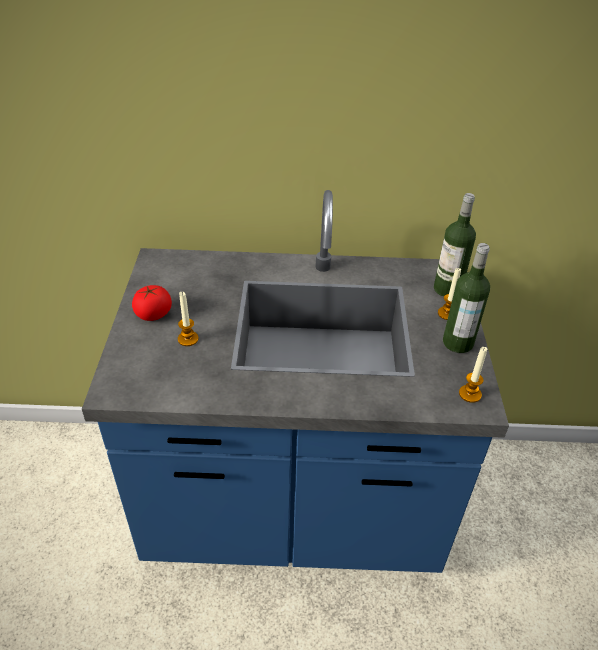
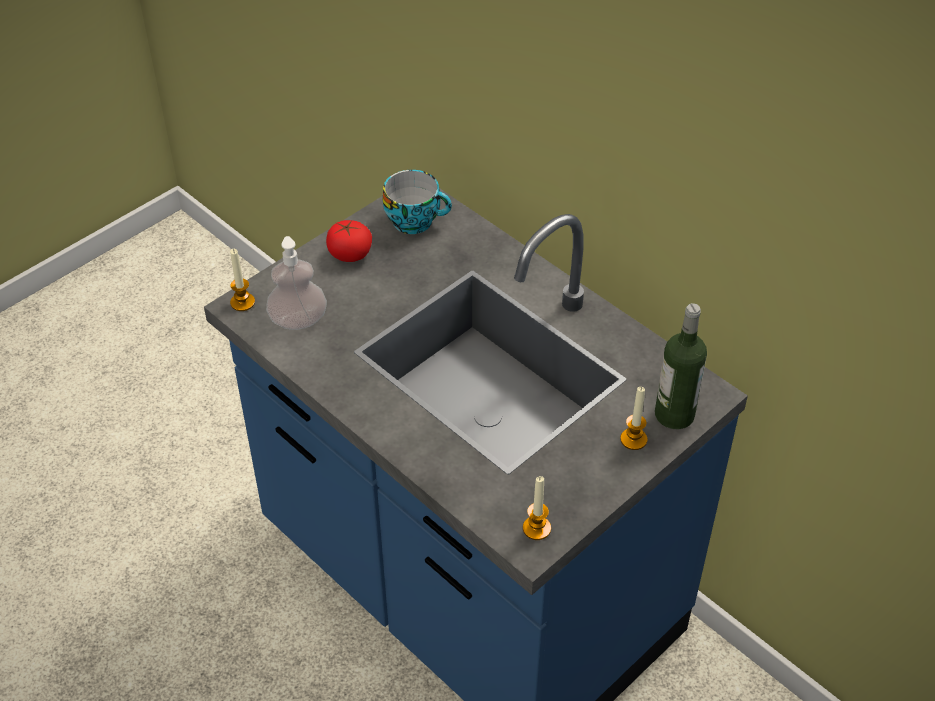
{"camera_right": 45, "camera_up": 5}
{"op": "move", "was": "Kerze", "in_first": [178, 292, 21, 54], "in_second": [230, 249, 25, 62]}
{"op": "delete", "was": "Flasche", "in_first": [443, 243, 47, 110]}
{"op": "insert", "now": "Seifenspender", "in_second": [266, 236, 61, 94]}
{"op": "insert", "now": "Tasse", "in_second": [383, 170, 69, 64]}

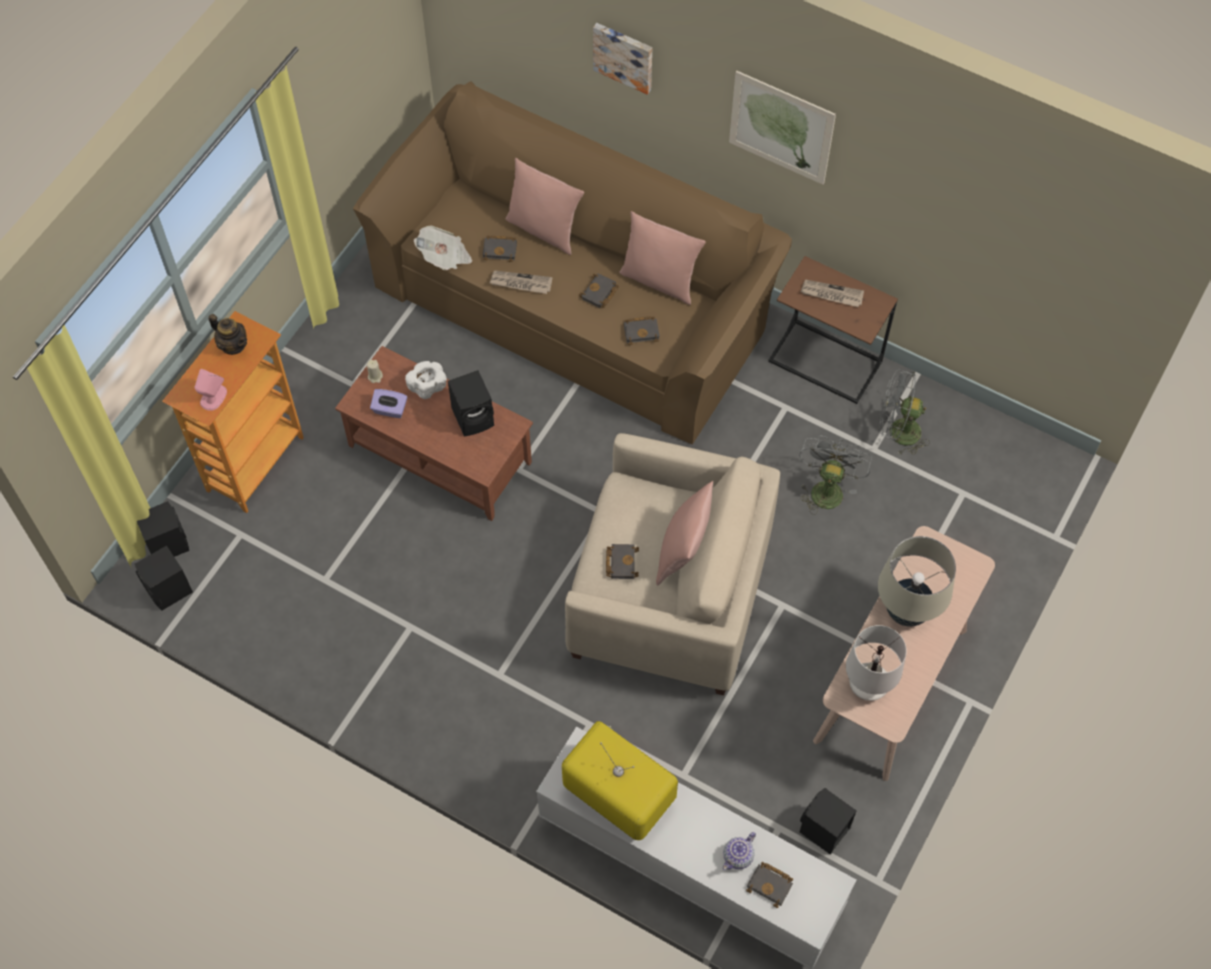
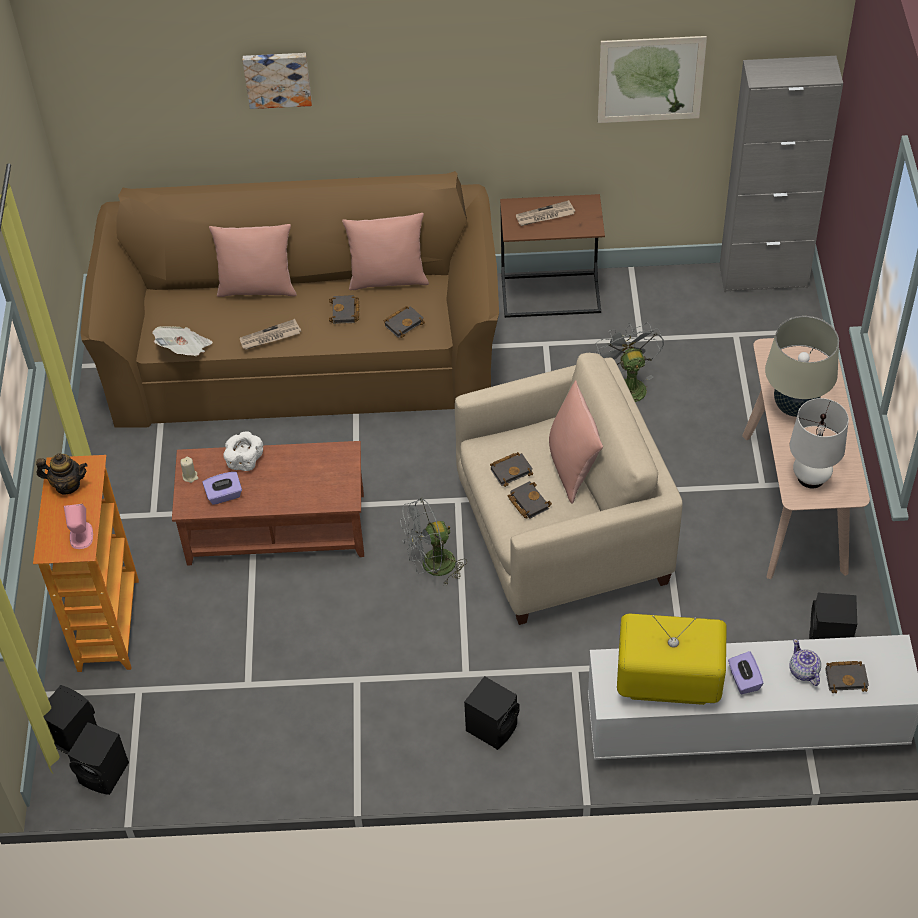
{"camera_right": -30, "camera_up": -10}
{"op": "move", "was": "Lautsprecher (schwarz)", "in_first": [448, 370, 46, 66], "in_second": [464, 676, 56, 74]}
{"op": "move", "was": "Buch (schwarz)", "in_first": [482, 235, 35, 27], "in_second": [490, 452, 43, 35]}
{"op": "rotate", "was": "Teekanne", "in_first": [723, 832, 33, 38], "in_second": [790, 639, 31, 47], "clockwise": 150}
{"op": "move", "was": "Bild", "in_first": [729, 71, 107, 114], "in_second": [598, 36, 109, 87]}
{"op": "move", "was": "Ventilator (grau)", "in_first": [879, 369, 51, 86], "in_second": [400, 498, 67, 87]}
{"op": "insert", "now": "Schrank (grau)", "in_second": [720, 56, 123, 236]}
{"op": "insert", "now": "Taschentuchbox (lila)", "in_second": [728, 651, 36, 43]}

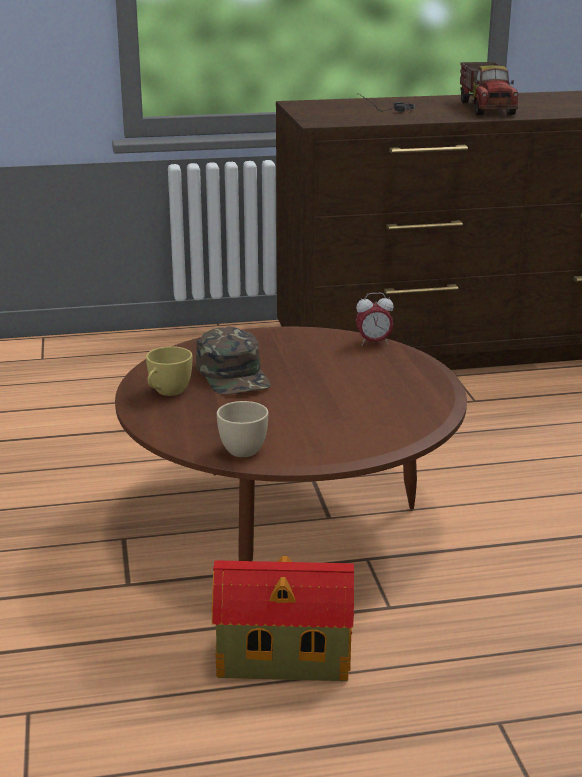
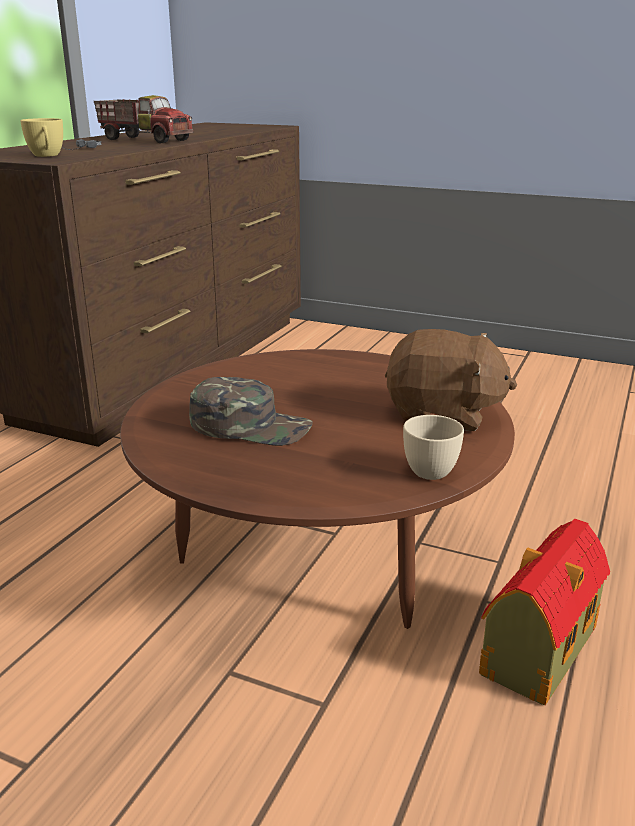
{"camera_right": -55, "camera_up": 0}
{"op": "move", "was": "Tasse (gelb)", "in_first": [146, 346, 46, 50], "in_second": [20, 118, 43, 39]}
{"op": "delete", "was": "Wecker", "in_first": [356, 293, 38, 53]}
{"op": "insert", "now": "Plüschtier (braun)", "in_second": [385, 329, 132, 102]}

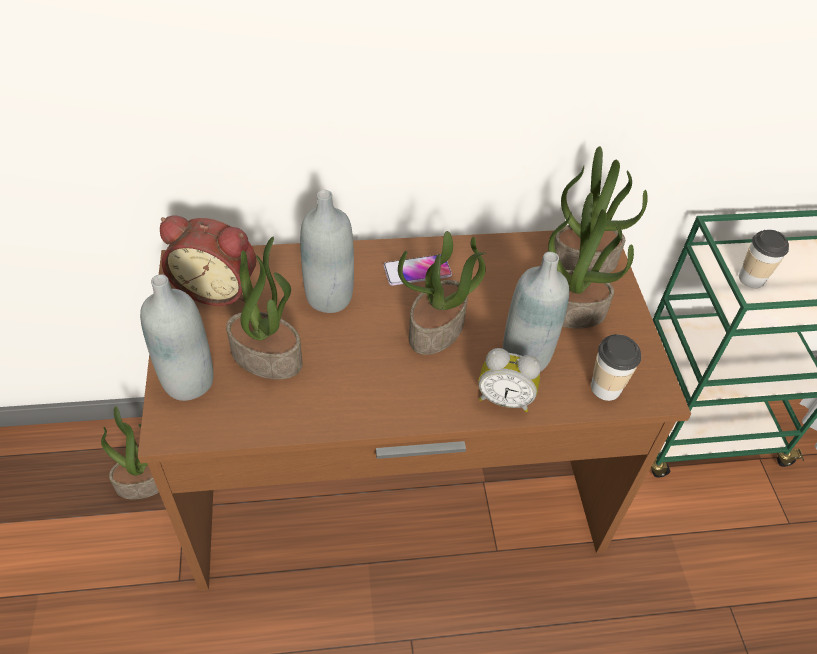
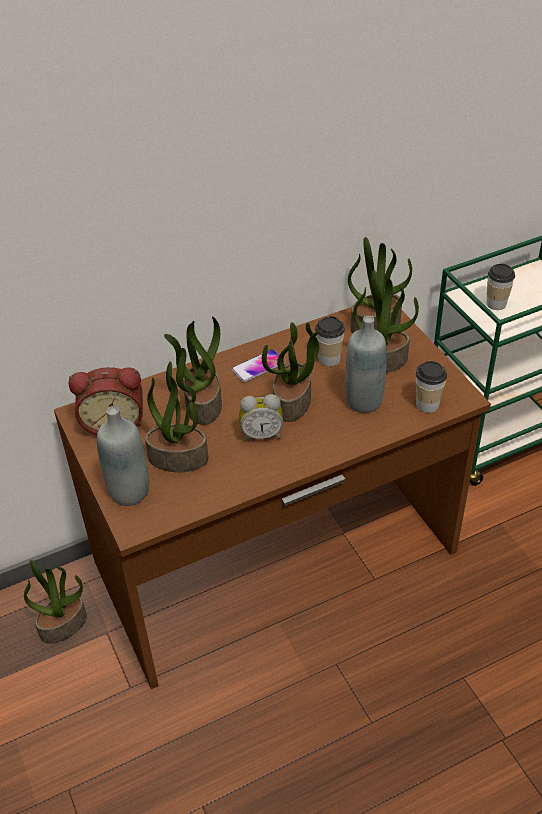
{"camera_right": -15, "camera_up": -5}
{"op": "replace", "was": "Flasche (grau)", "now": "Topfpflanze", "in_first": [300, 190, 54, 123], "in_second": [164, 316, 58, 109]}
{"op": "move", "was": "Wecker", "in_first": [478, 348, 63, 64], "in_second": [239, 394, 44, 47]}
{"op": "insert", "now": "Tasse", "in_second": [315, 316, 30, 50]}

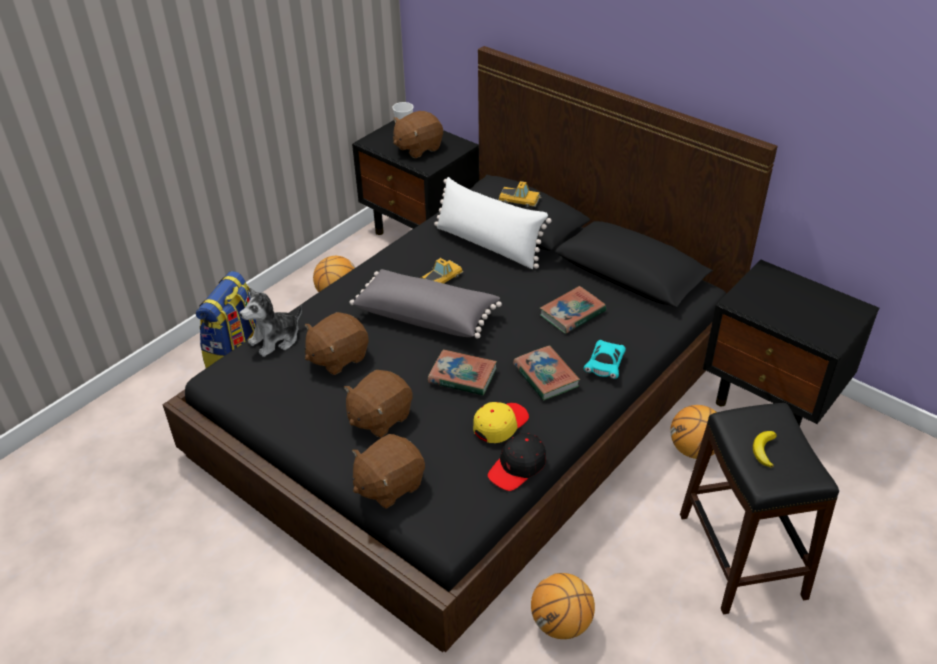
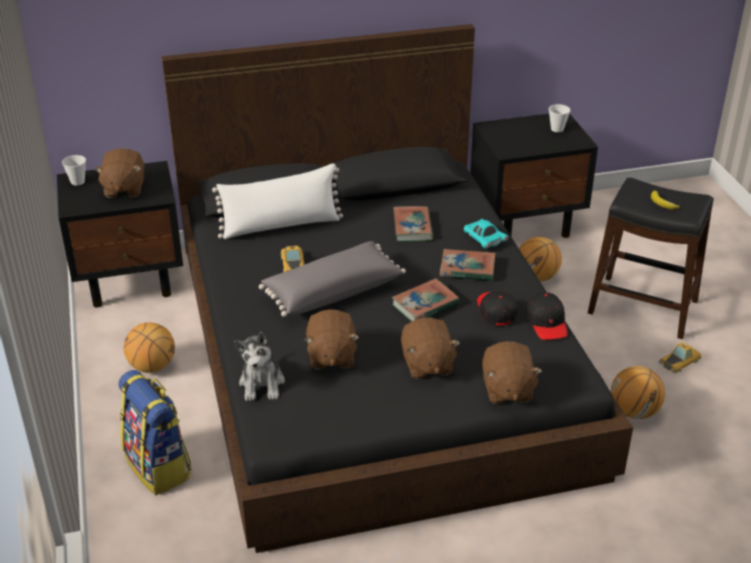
{"camera_right": -55, "camera_up": -5}
{"op": "recolor", "was": "Kappe (gelb)", "now": "Kappe (schwarz)", "in_first": [473, 402, 56, 41], "in_second": [477, 291, 41, 34]}
{"op": "move", "was": "Spielzeugauto", "in_first": [498, 181, 44, 26], "in_second": [659, 342, 43, 31]}
{"op": "insert", "now": "Tasse", "in_second": [549, 104, 21, 28]}

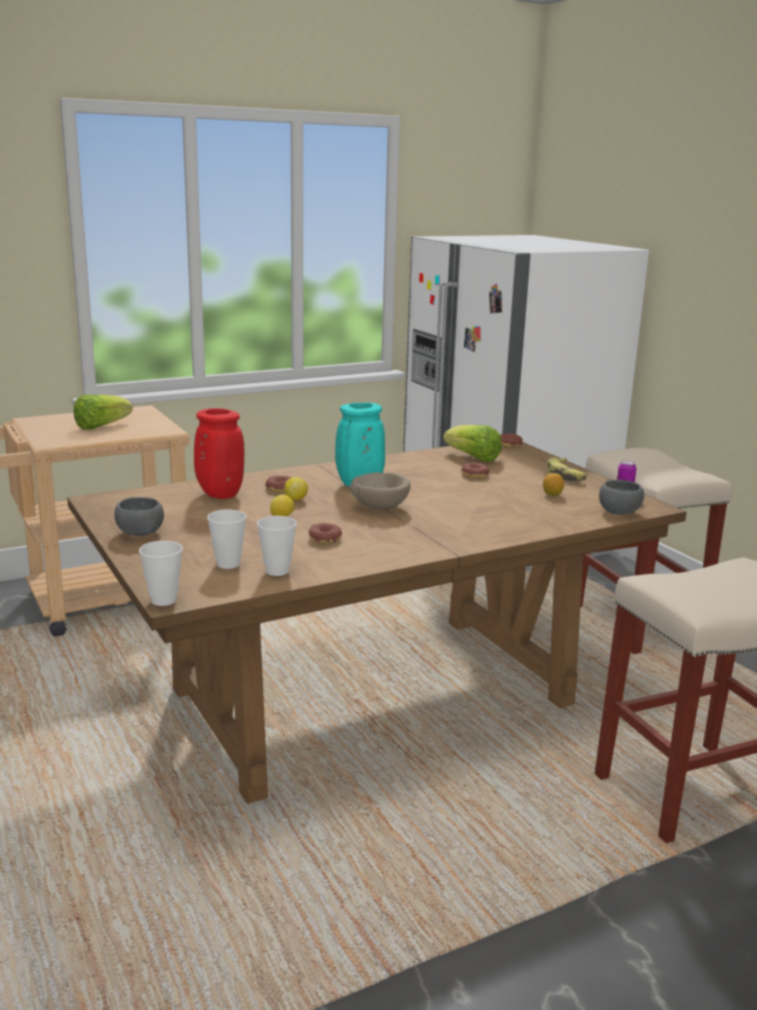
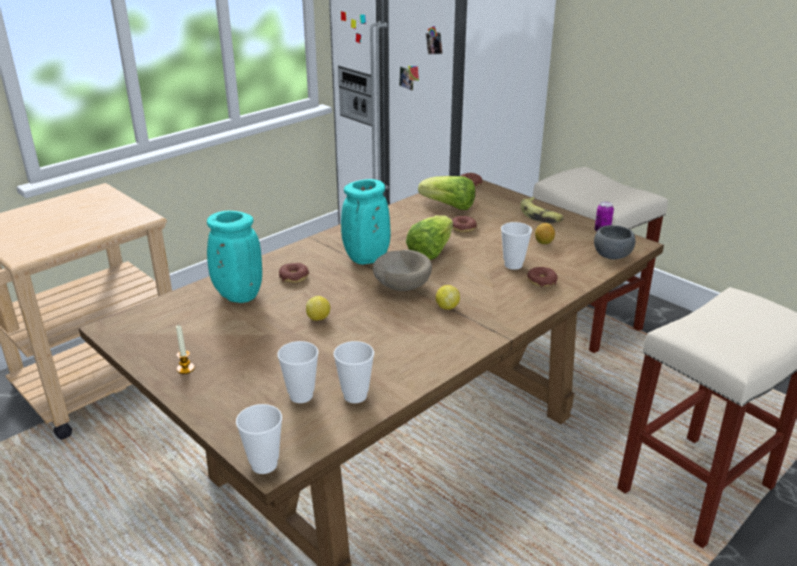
{"camera_right": -15, "camera_up": 10}
{"op": "move", "was": "Salatkopf", "in_first": [74, 394, 59, 36], "in_second": [406, 215, 47, 45]}
{"op": "replace", "was": "Schüssel (grau)", "now": "Kerze", "in_first": [114, 497, 50, 39], "in_second": [176, 325, 19, 49]}
{"op": "recolor", "was": "Vase (rot)", "now": "Vase (türkis)", "in_first": [194, 408, 50, 91], "in_second": [207, 211, 55, 92]}
{"op": "move", "was": "Zitrone", "in_first": [284, 477, 24, 24], "in_second": [436, 285, 24, 25]}
{"op": "move", "was": "Donut", "in_first": [309, 523, 33, 20], "in_second": [527, 267, 31, 20]}
{"op": "insert", "now": "Tasse", "in_second": [501, 222, 31, 48]}

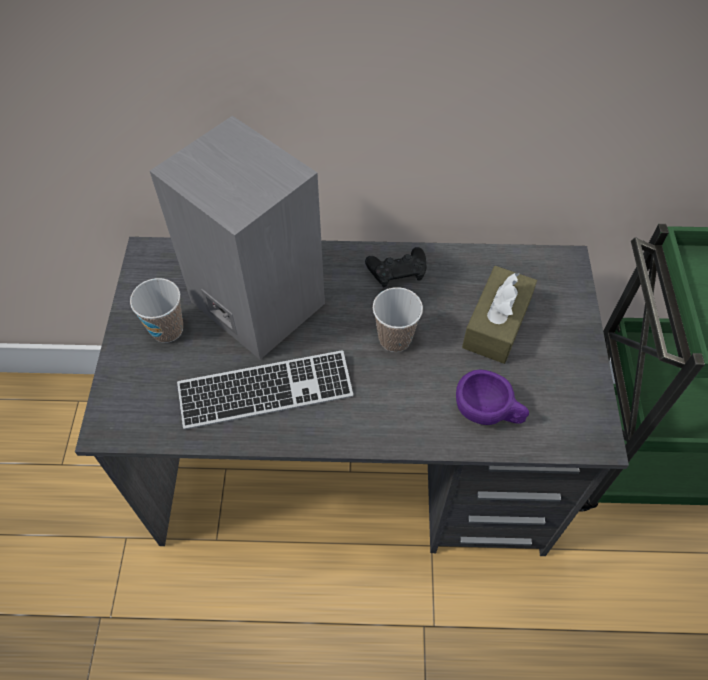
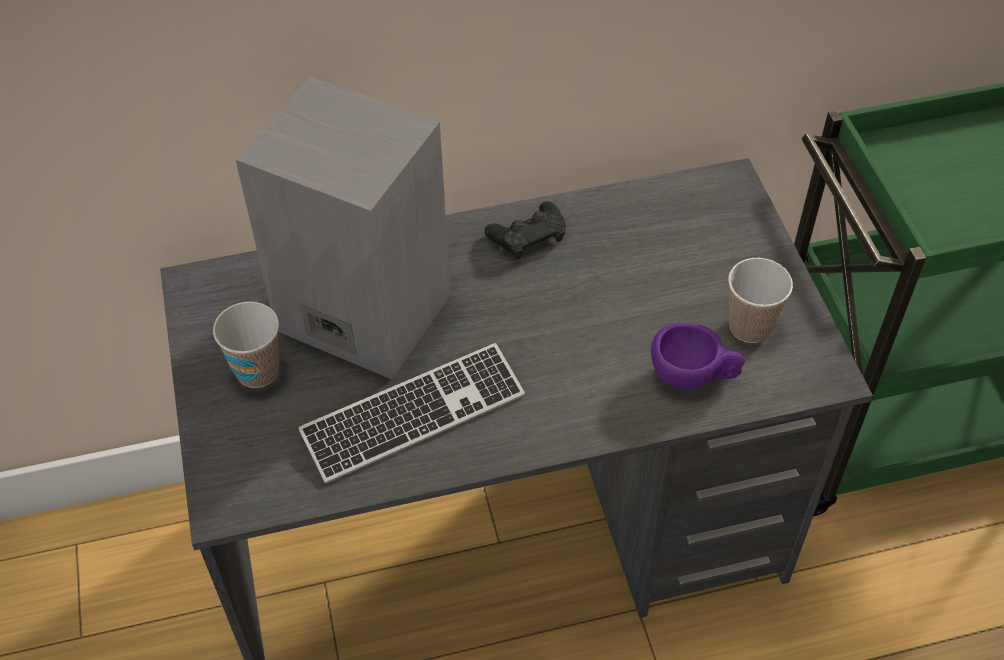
{"camera_right": -15, "camera_up": -5}
{"op": "move", "was": "Tasse", "in_first": [373, 287, 50, 65], "in_second": [728, 258, 65, 85]}
{"op": "delete", "was": "Taschentuchbox (braun)", "in_first": [462, 266, 75, 98]}

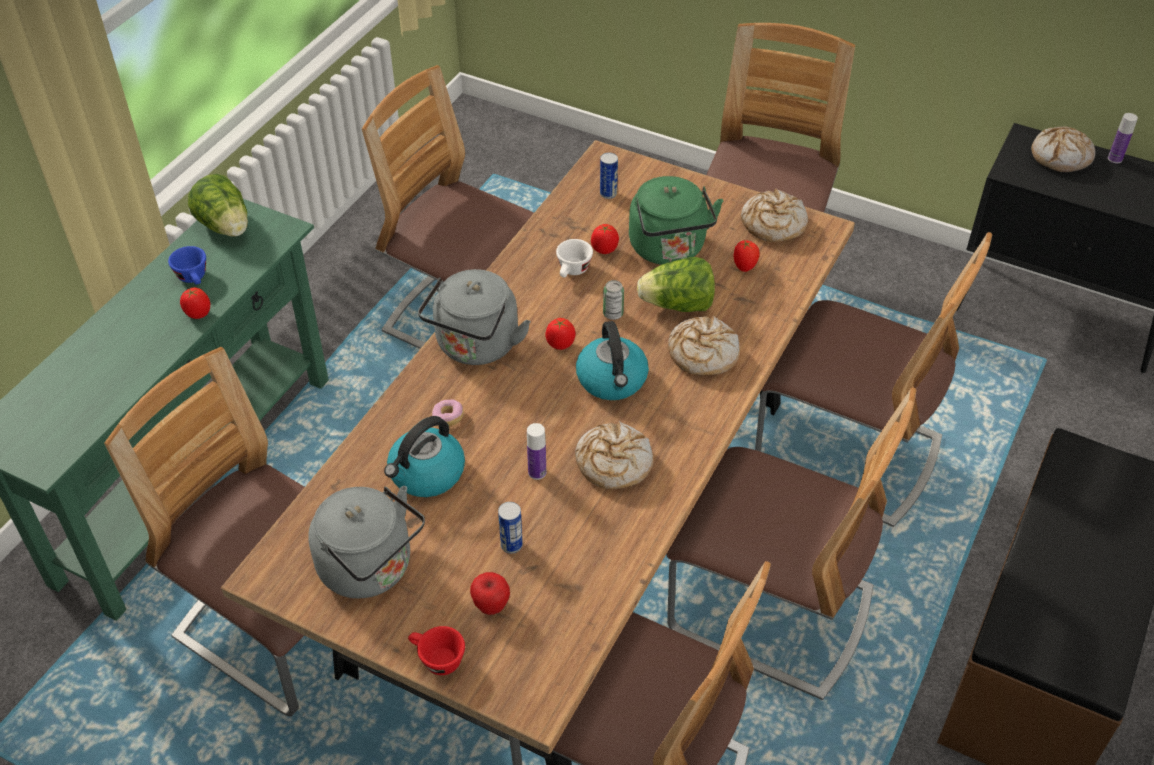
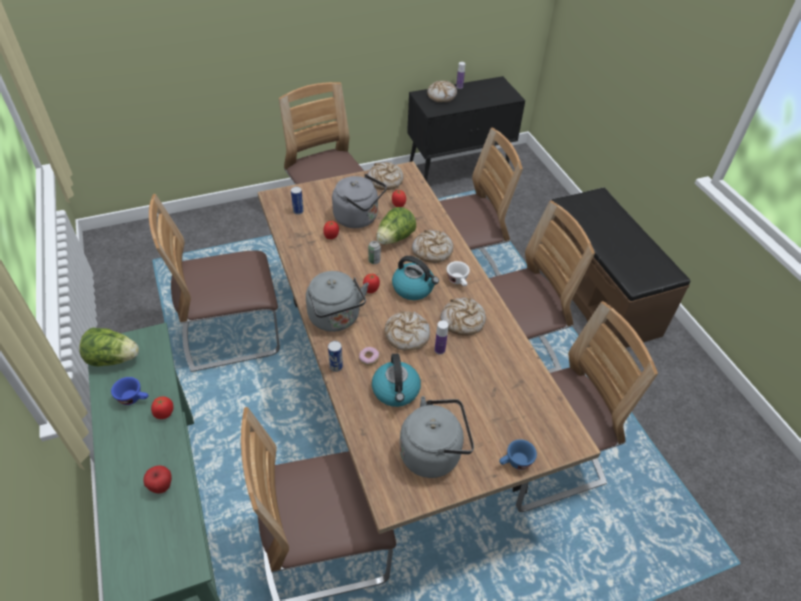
{"camera_right": -50, "camera_up": 0}
{"op": "recolor", "was": "Tasse (rot)", "now": "Tasse (blau)", "in_first": [408, 626, 57, 49], "in_second": [499, 439, 38, 31]}
{"op": "move", "was": "Apfel", "in_first": [470, 572, 40, 43], "in_second": [143, 465, 29, 28]}
{"op": "move", "was": "Dose", "in_first": [498, 502, 25, 52], "in_second": [328, 341, 15, 31]}
{"op": "move", "was": "Tasse (weiß)", "in_first": [556, 239, 37, 39], "in_second": [447, 261, 23, 25]}
{"op": "recolor", "was": "Wasserkessel (grün)", "now": "Wasserkessel (grau)", "in_first": [629, 176, 94, 89], "in_second": [332, 174, 55, 54]}
{"op": "insert", "now": "Brot", "in_second": [385, 311, 45, 40]}

